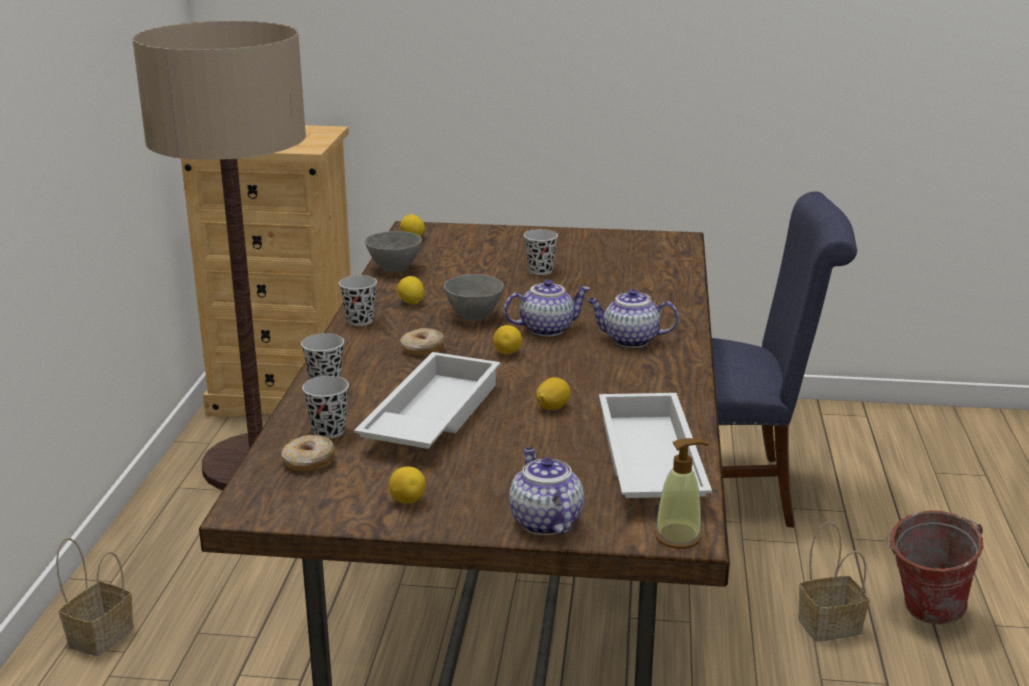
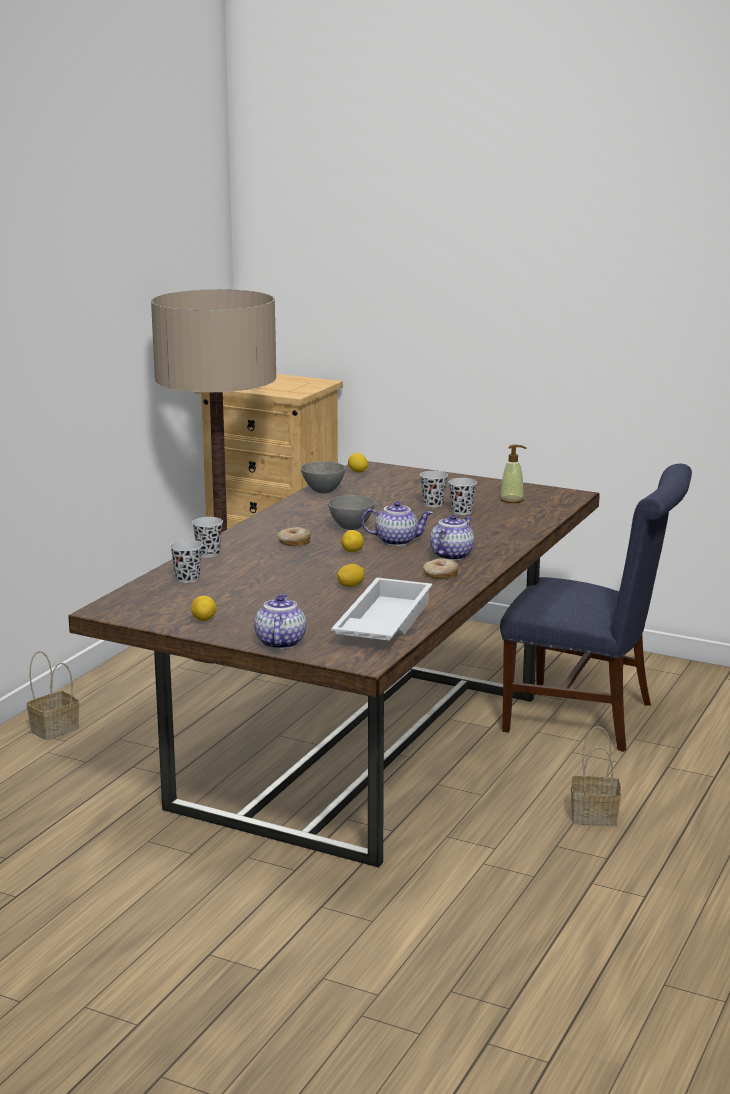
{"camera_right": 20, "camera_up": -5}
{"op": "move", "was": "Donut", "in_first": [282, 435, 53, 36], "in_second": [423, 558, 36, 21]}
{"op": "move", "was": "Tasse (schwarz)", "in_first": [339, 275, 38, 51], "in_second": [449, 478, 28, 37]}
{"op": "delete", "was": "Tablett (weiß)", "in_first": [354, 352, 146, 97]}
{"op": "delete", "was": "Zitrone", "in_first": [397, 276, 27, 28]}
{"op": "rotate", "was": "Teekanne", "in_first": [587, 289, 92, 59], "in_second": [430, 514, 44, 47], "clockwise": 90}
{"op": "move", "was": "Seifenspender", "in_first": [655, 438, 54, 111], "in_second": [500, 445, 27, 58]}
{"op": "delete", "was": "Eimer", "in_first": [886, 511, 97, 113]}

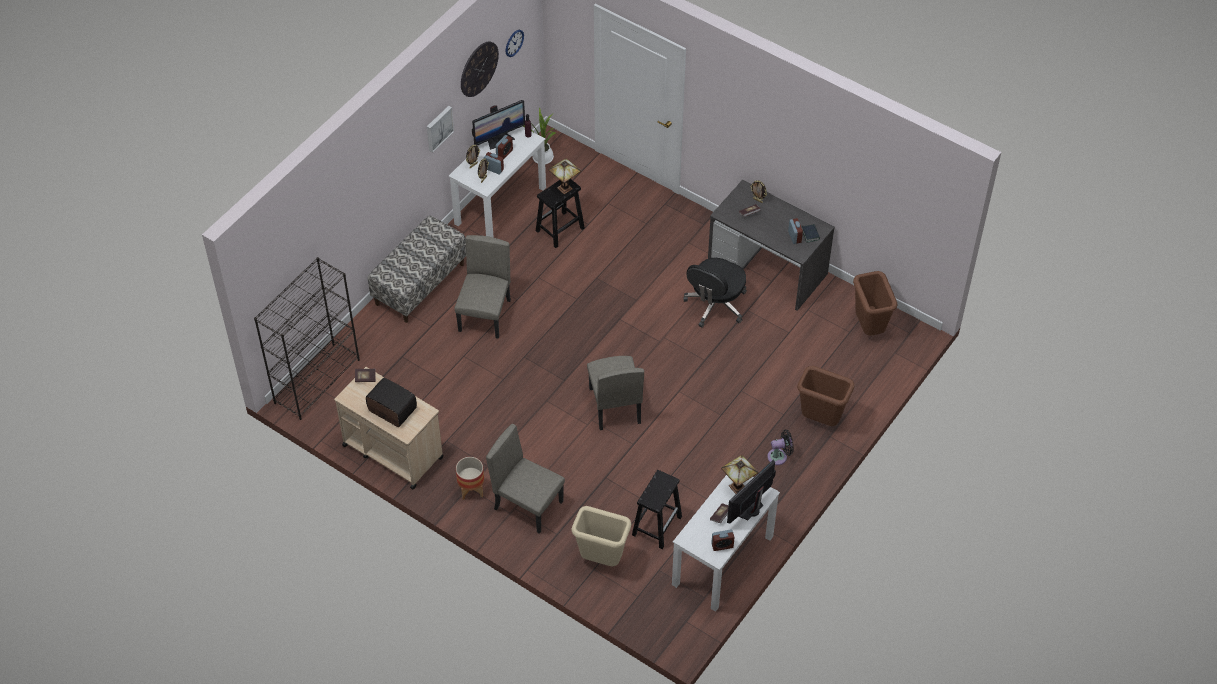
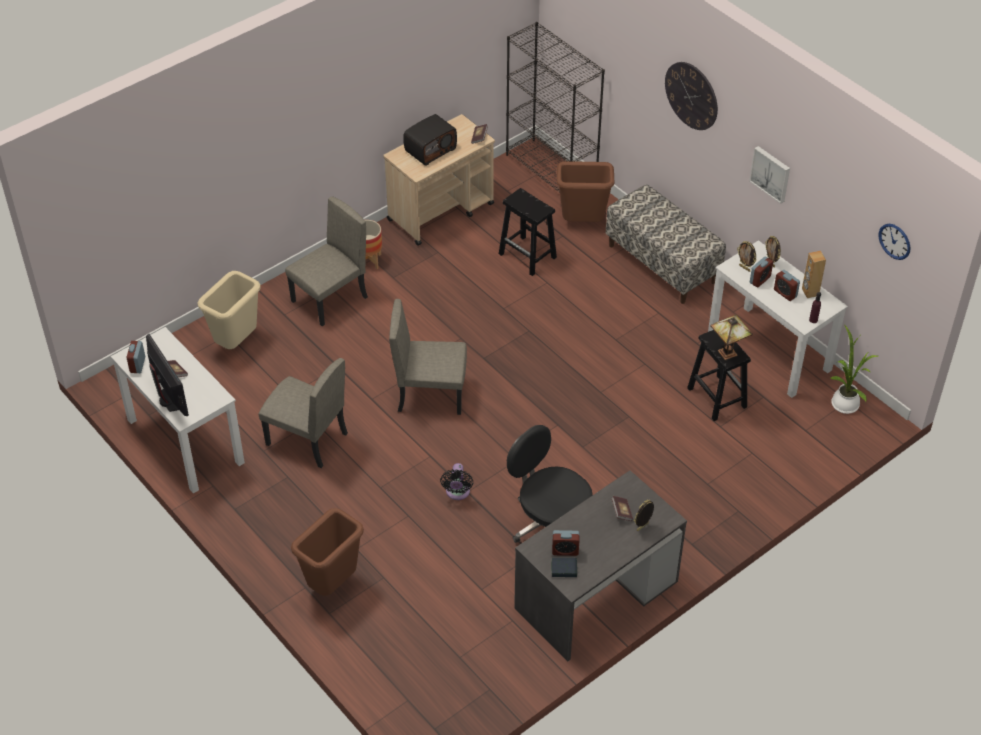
{"camera_right": 105, "camera_up": -5}
{"op": "move", "was": "Stuhl (beige)", "in_first": [455, 235, 56, 104], "in_second": [259, 358, 89, 110]}
{"op": "move", "was": "Wanduhr", "in_first": [461, 42, 38, 55], "in_second": [665, 62, 53, 68]}
{"op": "replace", "was": "Monitor", "now": "Lautsprecher (braun)", "in_first": [472, 100, 53, 50], "in_second": [802, 251, 24, 47]}
{"op": "move", "was": "Hocker (schwarz)", "in_first": [632, 470, 50, 79], "in_second": [499, 188, 58, 88]}
{"op": "delete", "was": "Tischlampe", "in_first": [721, 455, 38, 39]}
{"op": "move", "was": "Ventilator (schwarz)", "in_first": [767, 430, 27, 35], "in_second": [440, 463, 33, 37]}
{"op": "move", "was": "Mülleimer (braun)", "in_first": [853, 271, 44, 65], "in_second": [557, 161, 57, 61]}

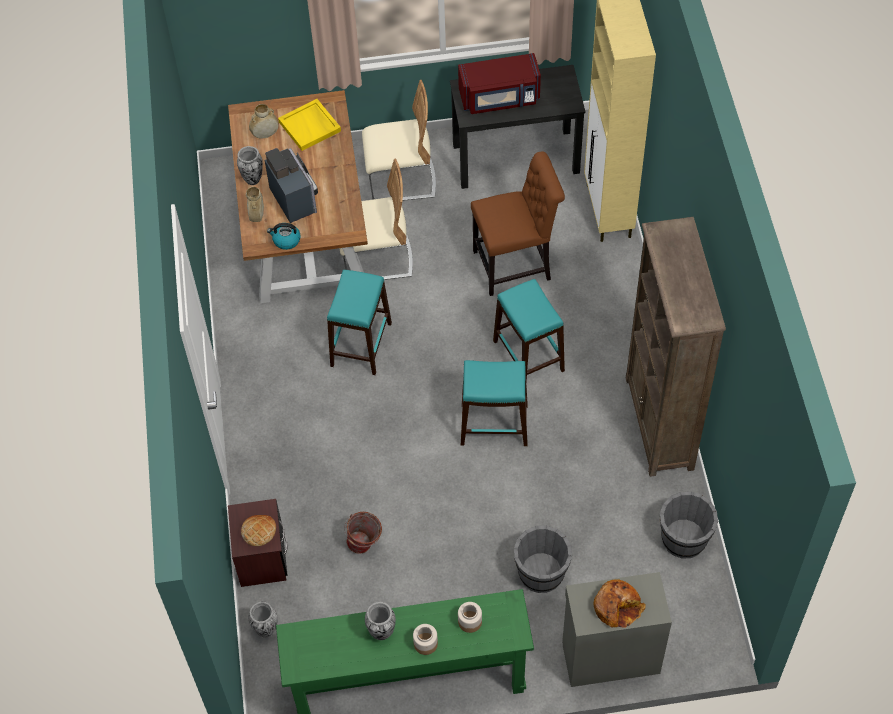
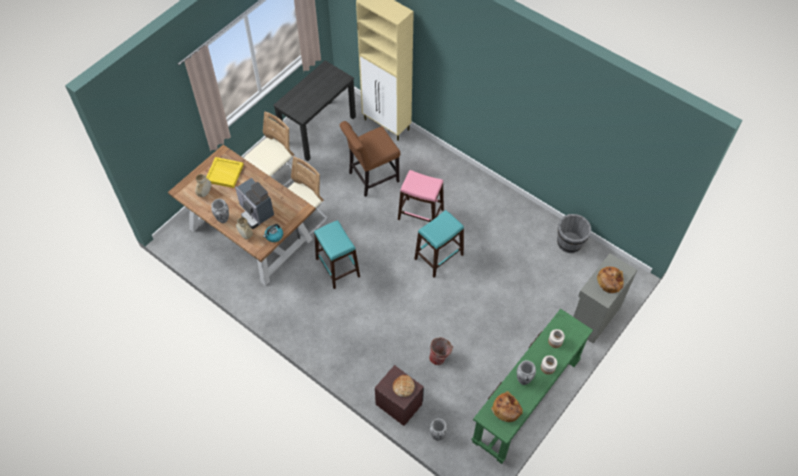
{"camera_right": -45, "camera_up": 0}
{"op": "rotate", "was": "Kaffeemaschine", "in_first": [265, 148, 53, 75], "in_second": [235, 178, 39, 51], "clockwise": -150}
{"op": "delete", "was": "Mikrowelle (rot)", "in_first": [458, 53, 83, 61]}
{"op": "rotate", "was": "Stuhl (braun)", "in_first": [471, 152, 94, 144], "in_second": [340, 121, 60, 76], "clockwise": -150}
{"op": "recolor", "was": "Hocker (türkis)", "now": "Hocker (rosa)", "in_first": [493, 279, 72, 102], "in_second": [398, 170, 46, 52]}
{"op": "delete", "was": "Eimer (grau)", "in_first": [514, 525, 58, 68]}
{"op": "delete", "was": "Bücherregal (braun)", "in_first": [626, 217, 100, 260]}
{"op": "insert", "now": "Brot", "in_second": [491, 391, 32, 31]}

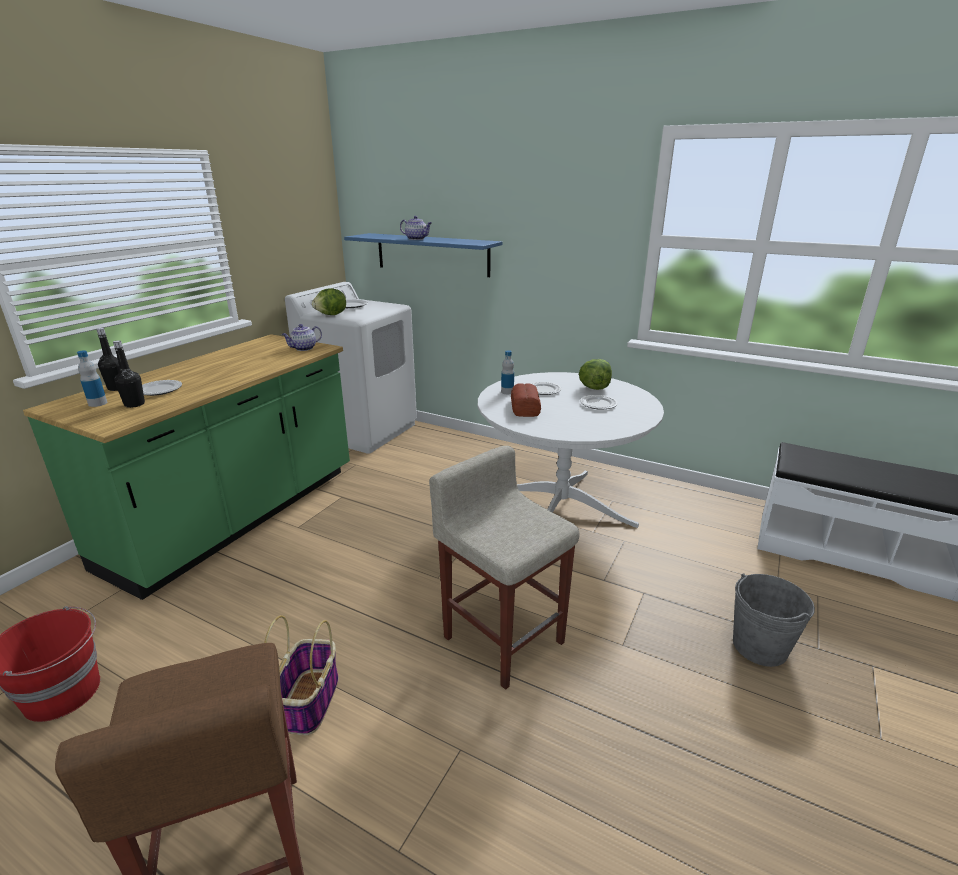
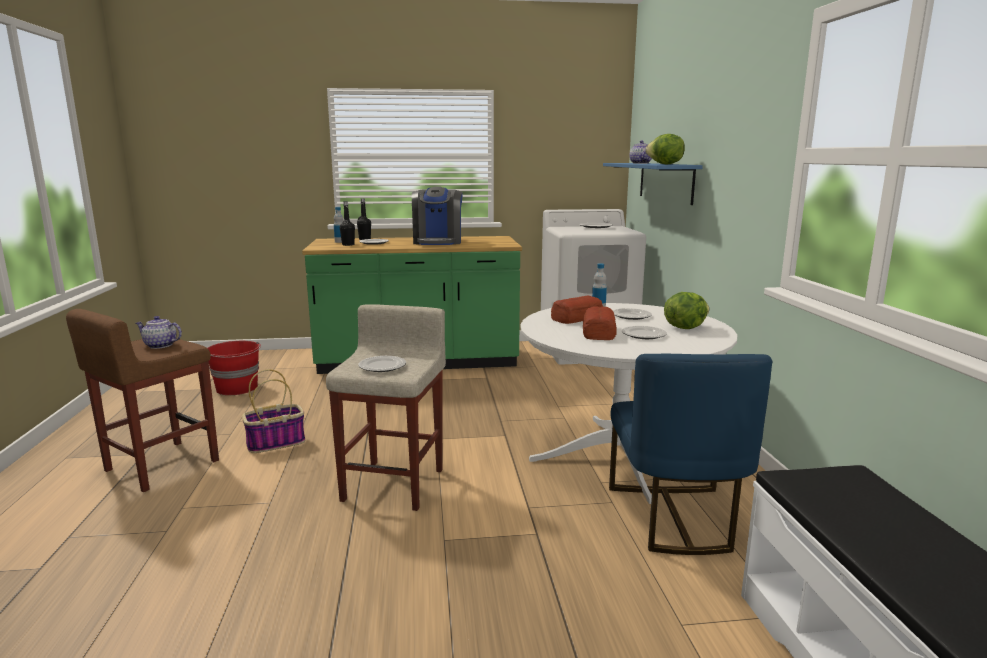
{"camera_right": 55, "camera_up": -10}
{"op": "move", "was": "Teekanne", "in_first": [282, 324, 40, 27], "in_second": [136, 316, 46, 33]}
{"op": "move", "was": "Salatkopf", "in_first": [312, 288, 34, 27], "in_second": [645, 134, 40, 30]}
{"op": "delete", "was": "Eimer (grau)", "in_first": [733, 574, 82, 93]}
{"op": "insert", "now": "Teller", "in_second": [358, 356, 48, 16]}
{"op": "insert", "now": "Kaffeemaschine", "in_second": [412, 187, 51, 58]}
{"op": "insert", "now": "Brot", "in_second": [583, 306, 33, 34]}
{"op": "insert", "now": "Stuhl (blau)", "in_second": [609, 354, 163, 201]}

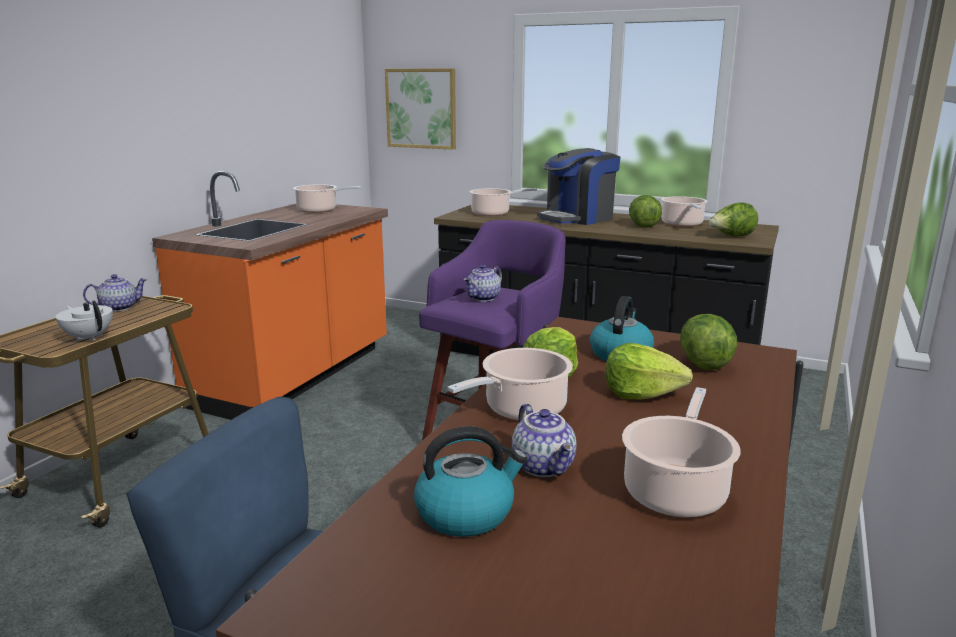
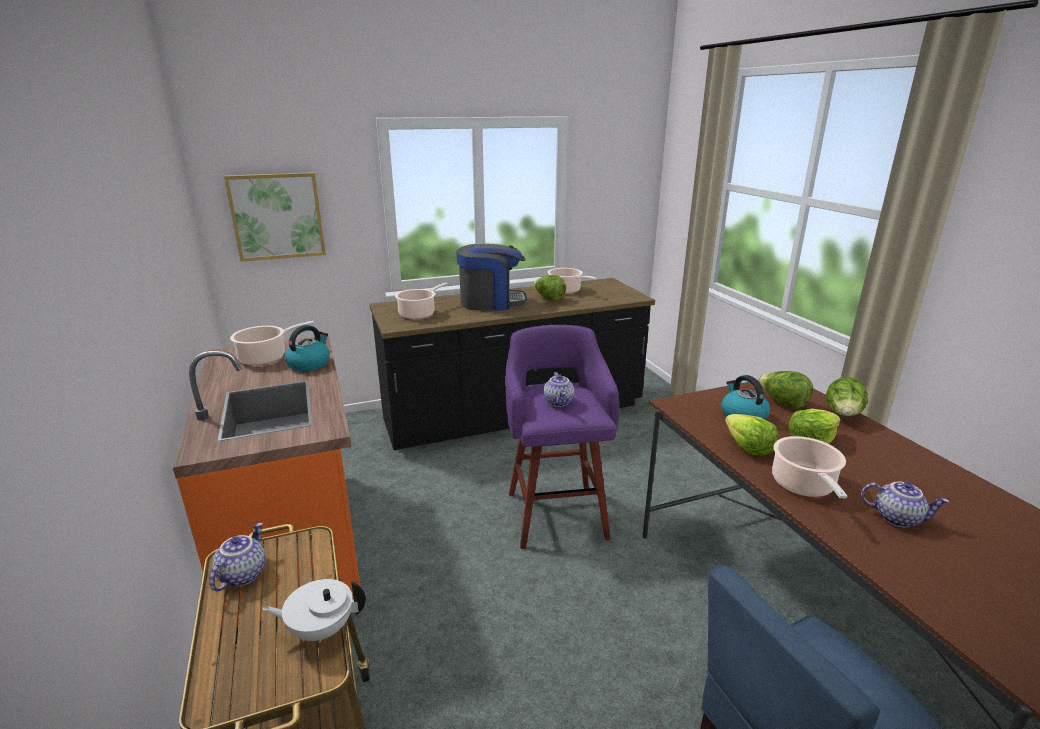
{"camera_right": -45, "camera_up": 5}
{"op": "move", "was": "Wasserkessel", "in_first": [414, 426, 113, 111], "in_second": [285, 325, 45, 46]}
{"op": "rotate", "was": "Kaffeemaschine", "in_first": [537, 148, 84, 77], "in_second": [456, 244, 71, 67], "clockwise": -105}
{"op": "delete", "was": "Kochtopf", "in_first": [622, 387, 119, 131]}
{"op": "move", "was": "Salatkopf", "in_first": [709, 203, 49, 34], "in_second": [826, 377, 42, 39]}

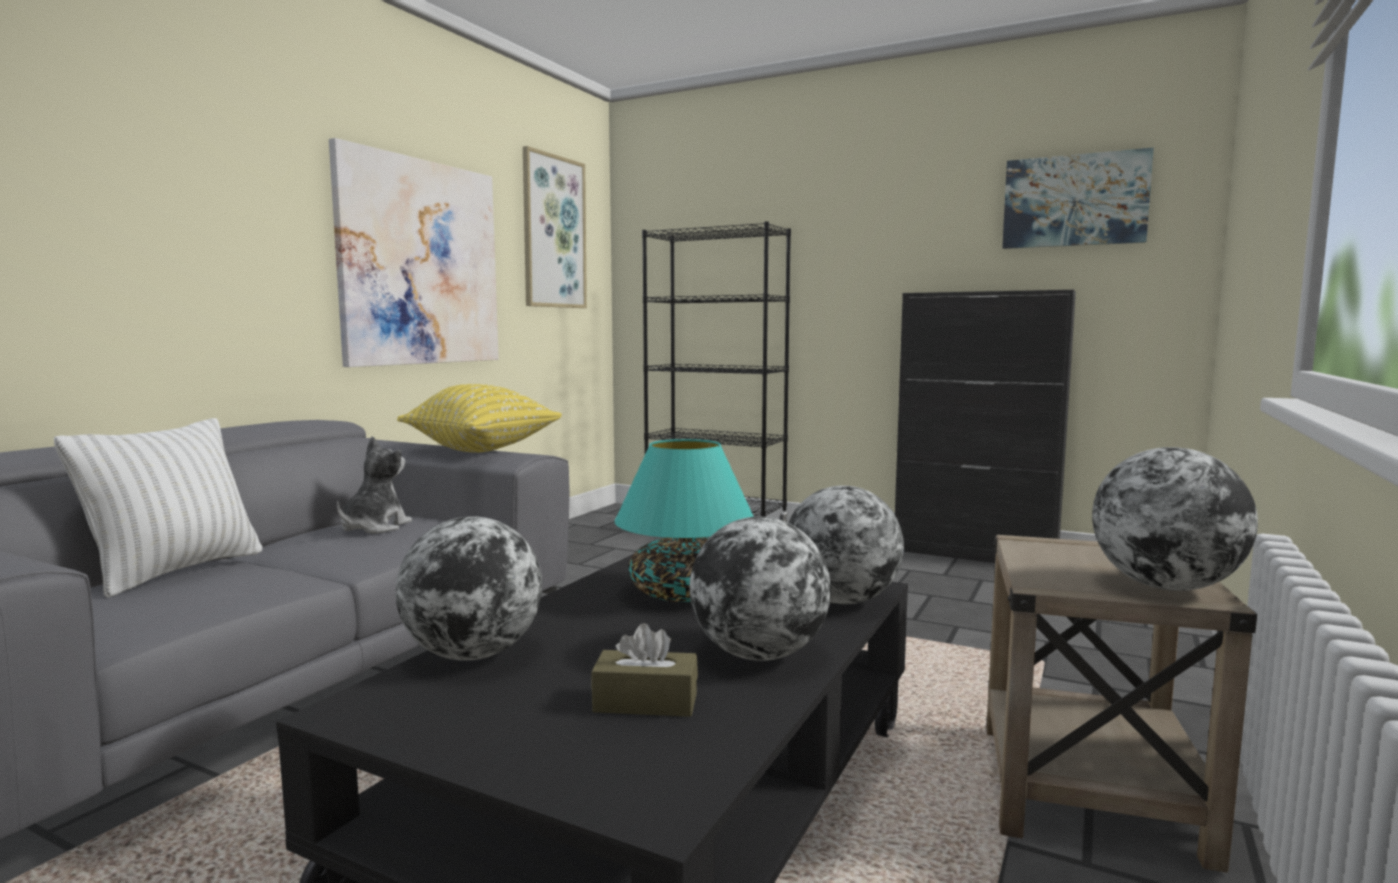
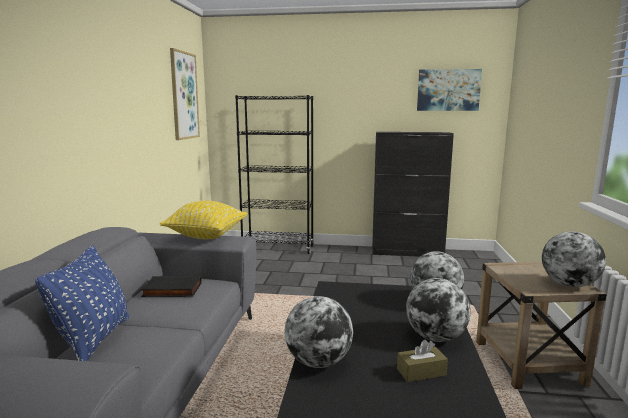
{"camera_right": -20, "camera_up": 5}
{"op": "recolor", "was": "Kissen (weiß)", "now": "Kissen (blau)", "in_first": [54, 418, 208, 180], "in_second": [35, 245, 94, 116]}
{"op": "delete", "was": "Bild", "in_first": [329, 138, 170, 229]}
{"op": "replace", "was": "Plüschtier", "now": "Buch (schwarz)", "in_first": [337, 436, 75, 98], "in_second": [141, 276, 61, 21]}
{"op": "delete", "was": "Tischlampe (türkis)", "in_first": [614, 439, 140, 163]}

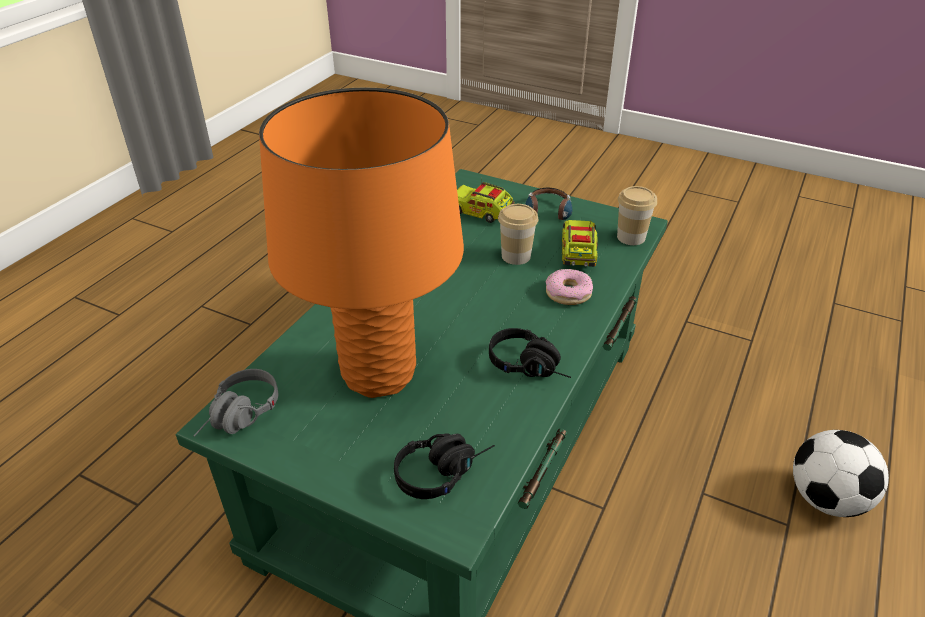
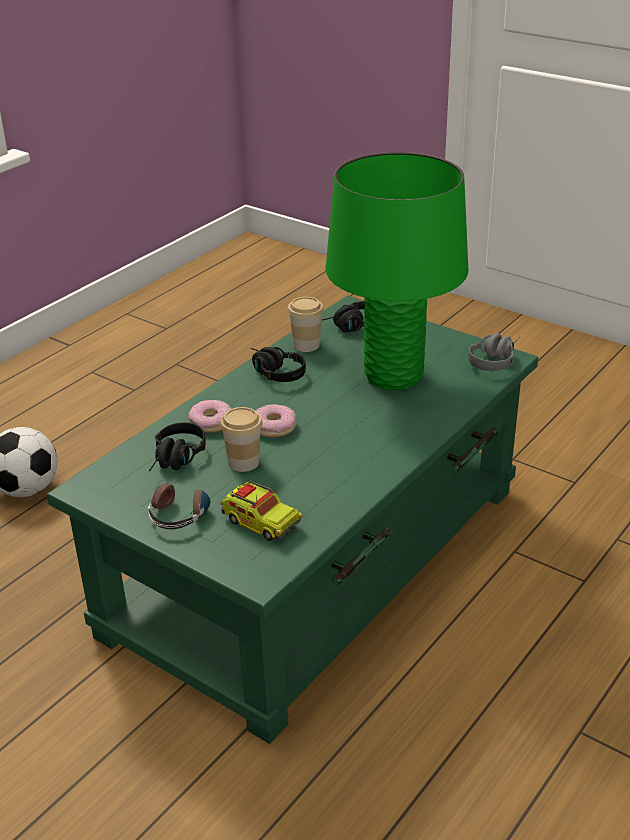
{"camera_right": -170, "camera_up": -5}
{"op": "recolor", "was": "Tischlampe (orange)", "now": "Tischlampe (grün)", "in_first": [259, 88, 205, 310], "in_second": [325, 152, 143, 238]}
{"op": "replace", "was": "Spielzeuglaster", "now": "Kopfhörer (schwarz)", "in_first": [562, 220, 36, 47], "in_second": [149, 422, 57, 49]}
{"op": "move", "was": "Tasse", "in_first": [617, 186, 40, 59], "in_second": [287, 297, 37, 55]}
{"op": "insert", "now": "Donut", "in_second": [255, 404, 41, 34]}

